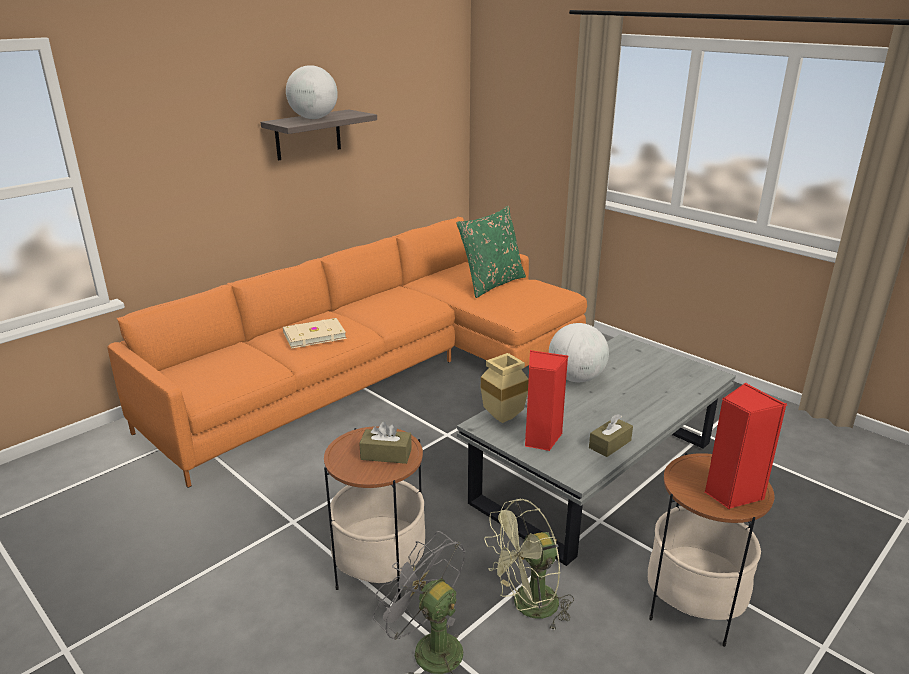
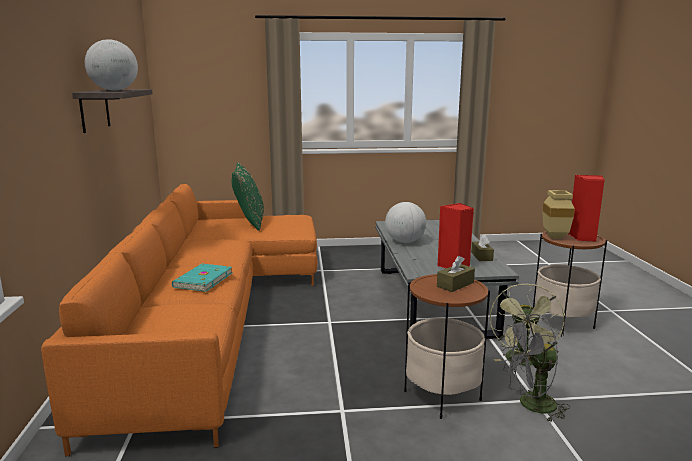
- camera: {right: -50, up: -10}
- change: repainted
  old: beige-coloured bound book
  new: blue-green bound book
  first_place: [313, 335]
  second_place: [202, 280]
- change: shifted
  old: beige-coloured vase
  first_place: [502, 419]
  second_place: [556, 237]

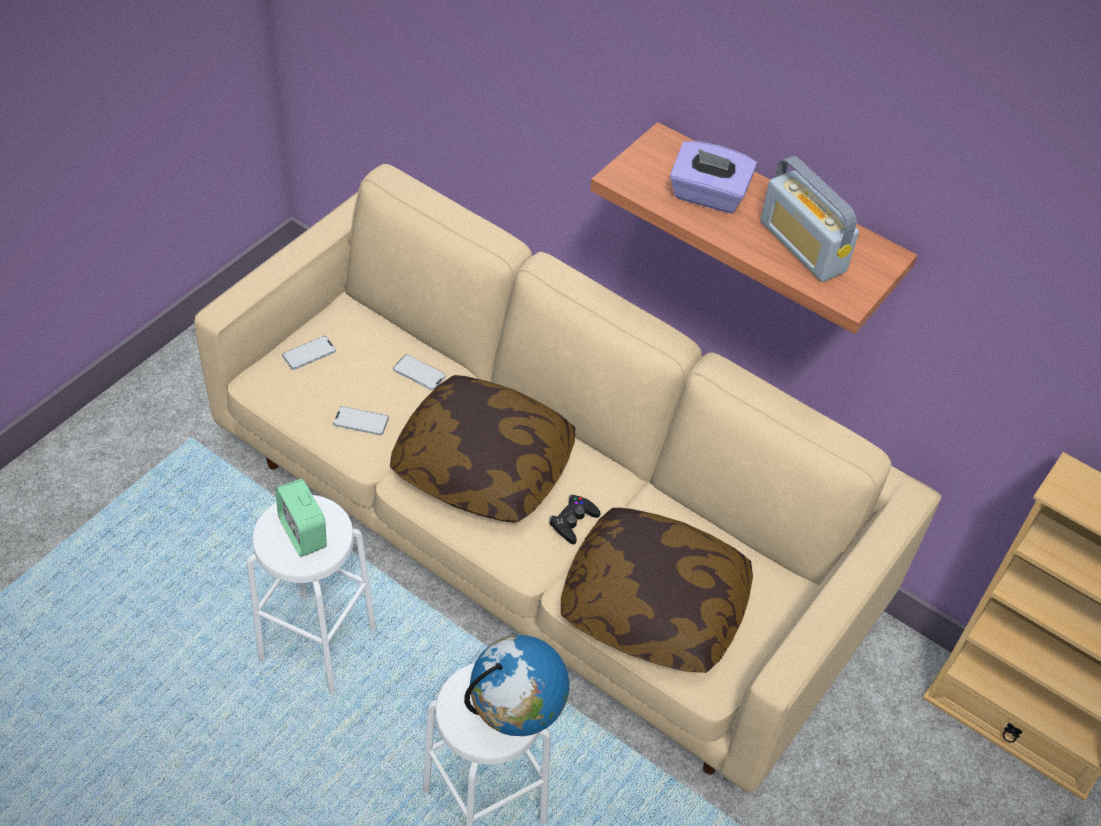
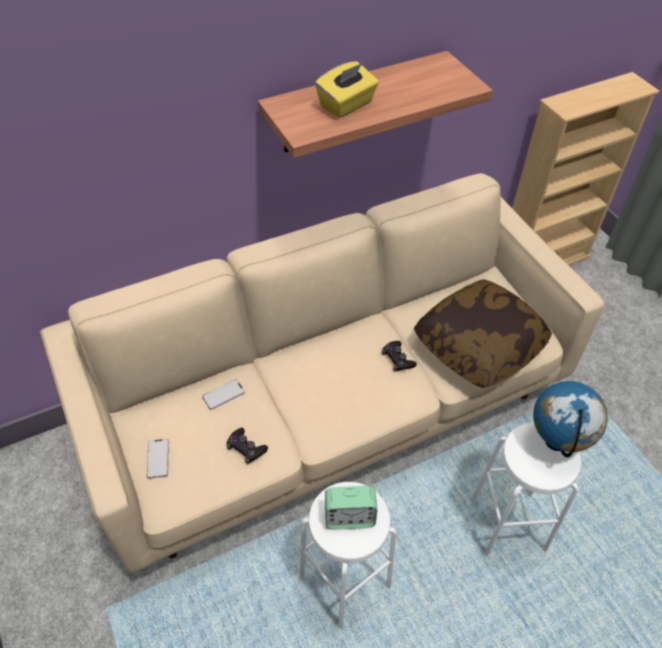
- camera: {right: -60, up: 0}
- change: repainted
  old: purplish tissue holder
  new: yellow tissue holder
  first_place: [708, 196]
  second_place: [347, 105]
- change: gone
  old: radio receiver
  first_place: [802, 246]
- change: gone
  old: cushion
  first_place: [483, 466]
- change: swapped
  old: handset
  new: blackish joypad
  first_place: [361, 421]
  second_place: [246, 448]

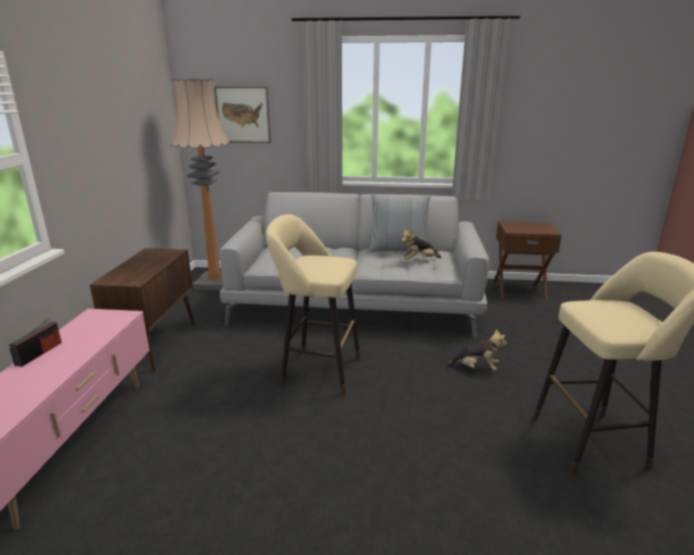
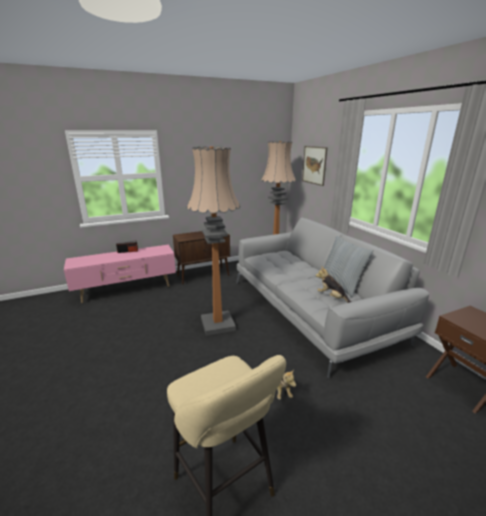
- camera: {right: 60, up: 0}
- change: swapped
  old: beige-coloured sitting stool
  new: standard lamp
  first_place: [316, 371]
  second_place: [218, 324]

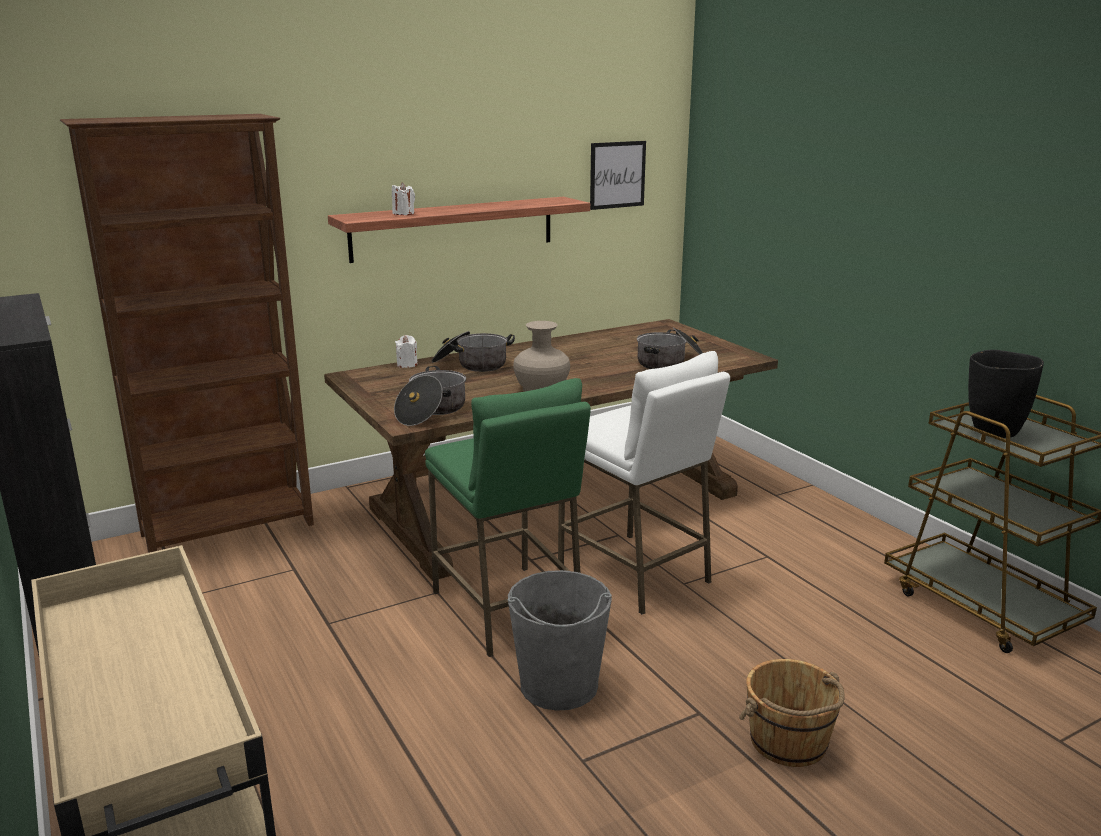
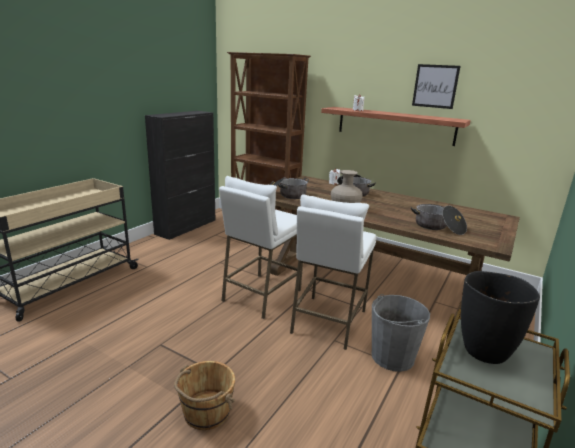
- camera: {right: 60, up: 0}
- change: shifted
  old: wall picture
  first_place: [617, 175]
  second_place: [435, 86]
- change: repainted
  old: greenish sitting stool
  new: white-coloured sitting stool
  first_place: [507, 610]
  second_place: [261, 295]
- change: shifted
  old: greyish water bucket
  first_place: [559, 685]
  second_place: [392, 357]

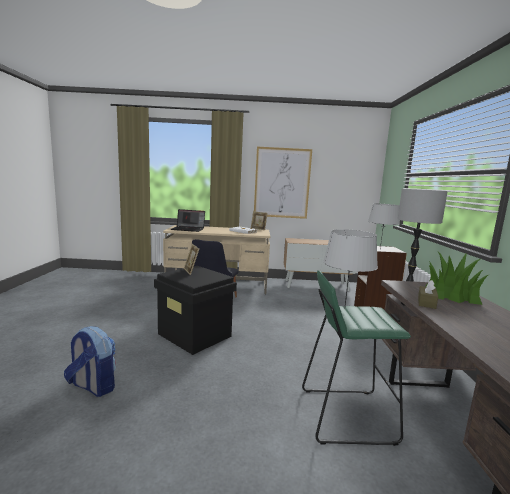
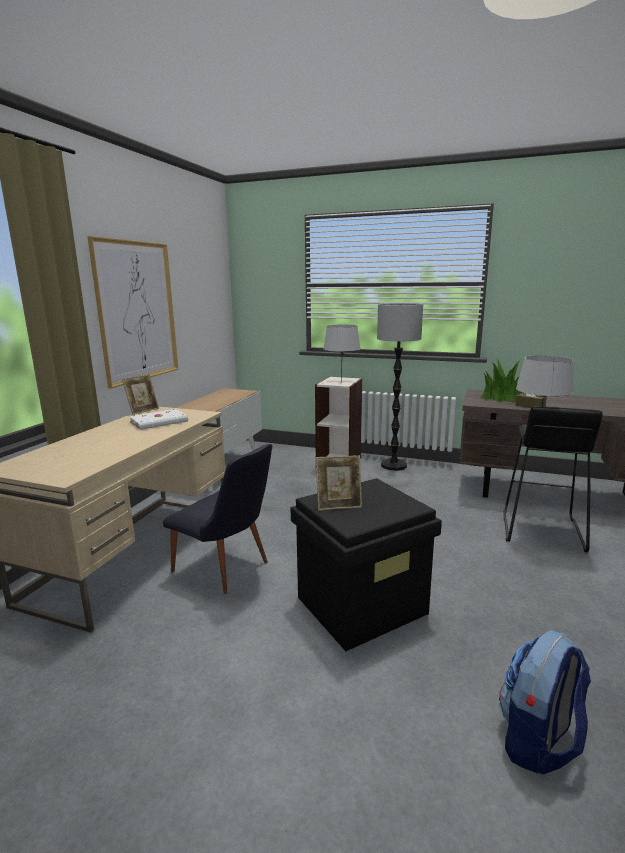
- camera: {right: -70, up: 5}
- change: gone
  old: laptop
  first_place: [188, 229]
- change: repainted
  old: greenish sitting stool
  new: blackish sitting stool
  first_place: [345, 414]
  second_place: [541, 530]

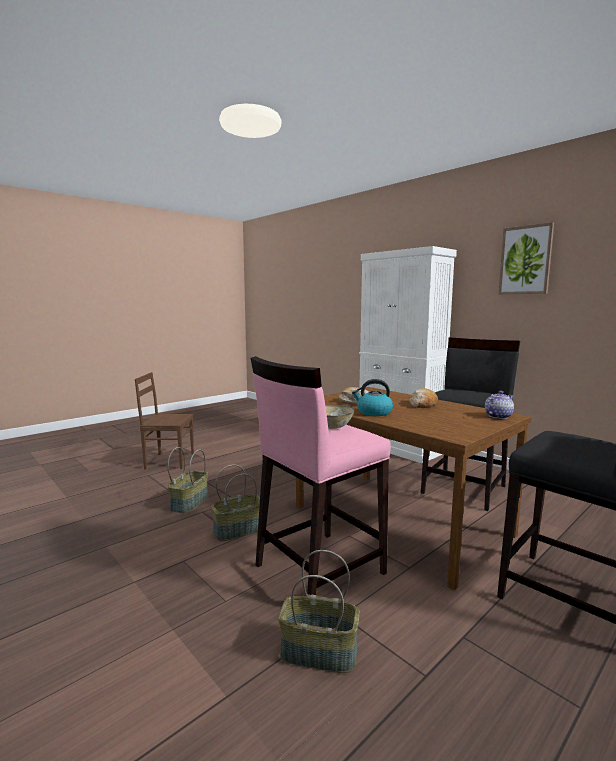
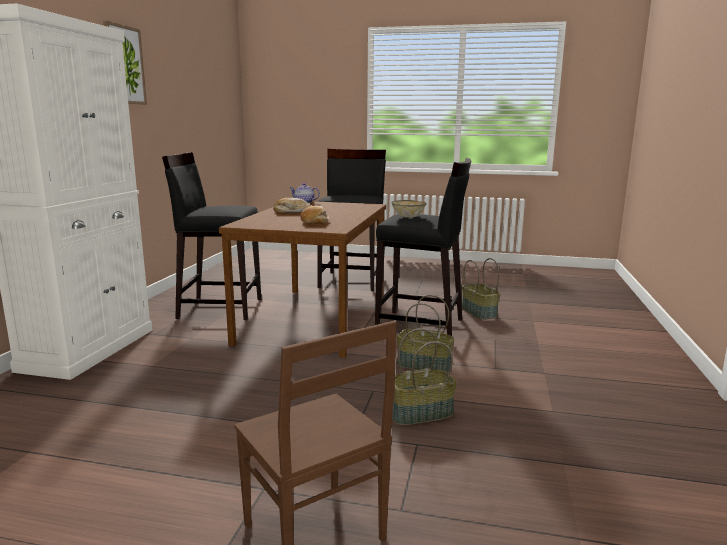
- camera: {right: -125, up: 5}
- change: repainted
  old: pink-coloured sitting stool
  new: blackish sitting stool
  first_place: [318, 569]
  second_place: [421, 327]
- change: gone
  old: tea kettle
  first_place: [373, 412]

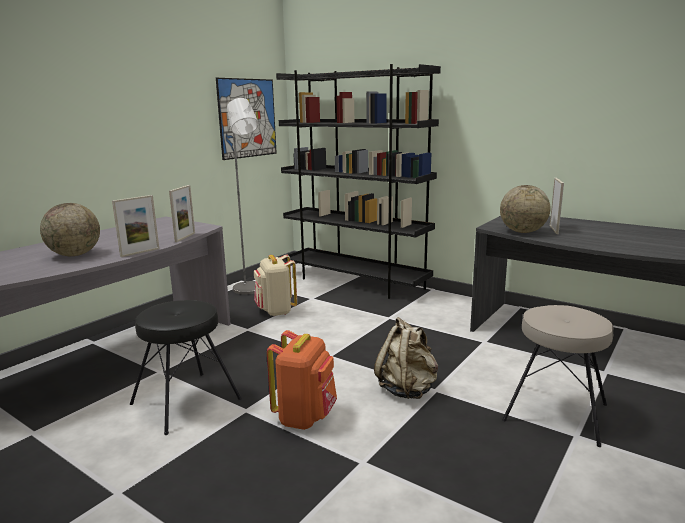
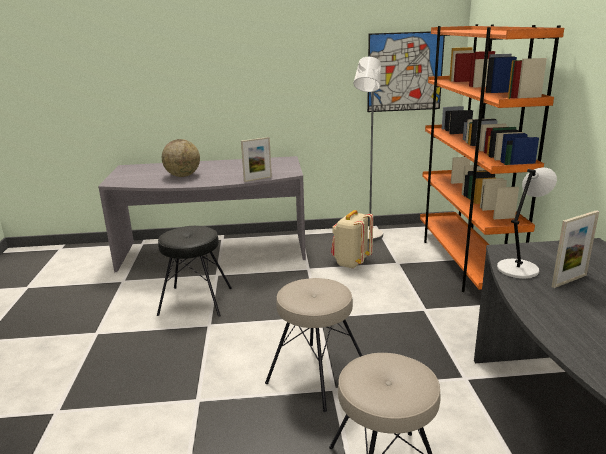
- camera: {right: 50, up: 5}
- change: repainted
  old: blackish shelving unit
  new: orange shelving unit
  first_place: [356, 282]
  second_place: [464, 263]
- change: swapped
  old: desk globe
  new: greyish table lamp
  first_place: [522, 232]
  second_place: [519, 268]
- change: gone
  old: standing frame
  first_place: [140, 252]
- change: swapped
  old: beige-coloured rucksack
  new: beige-coloured sitting stool
  first_place: [407, 389]
  second_place: [316, 374]
- change: gone
  old: orange rucksack
  first_place: [305, 417]

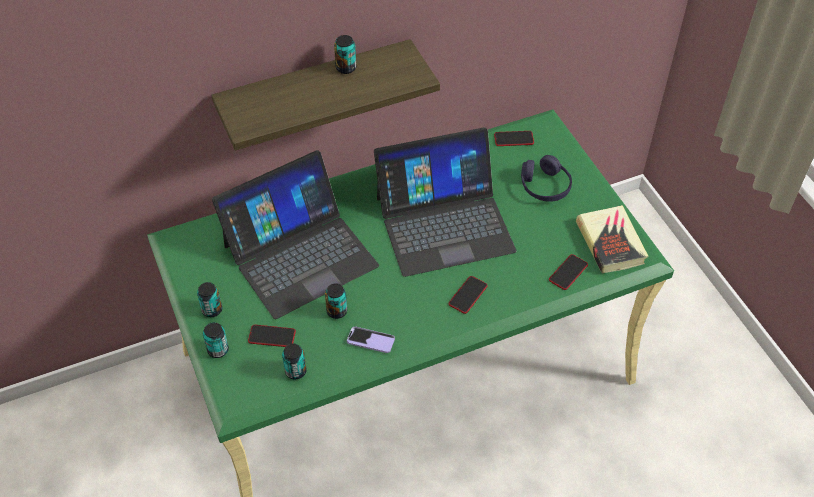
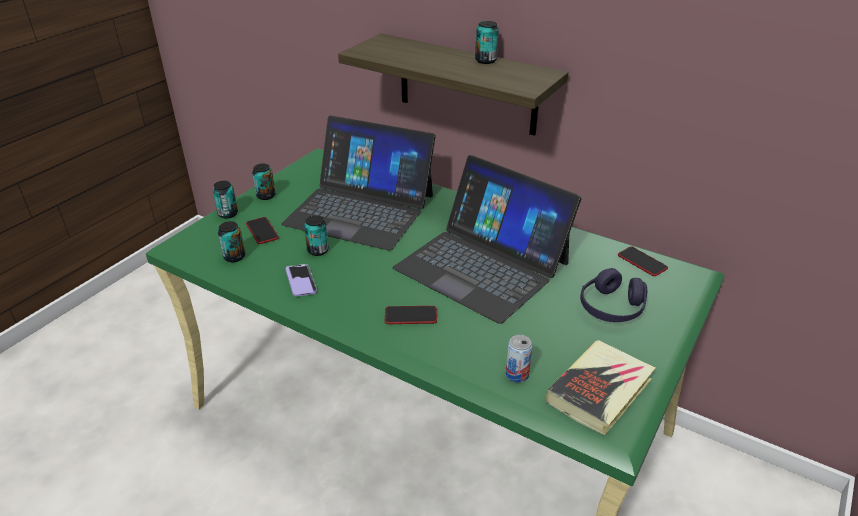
- camera: {right: 55, up: -15}
- change: swapped
  old: handset
  new: sealed can
  first_place: [568, 272]
  second_place: [517, 374]

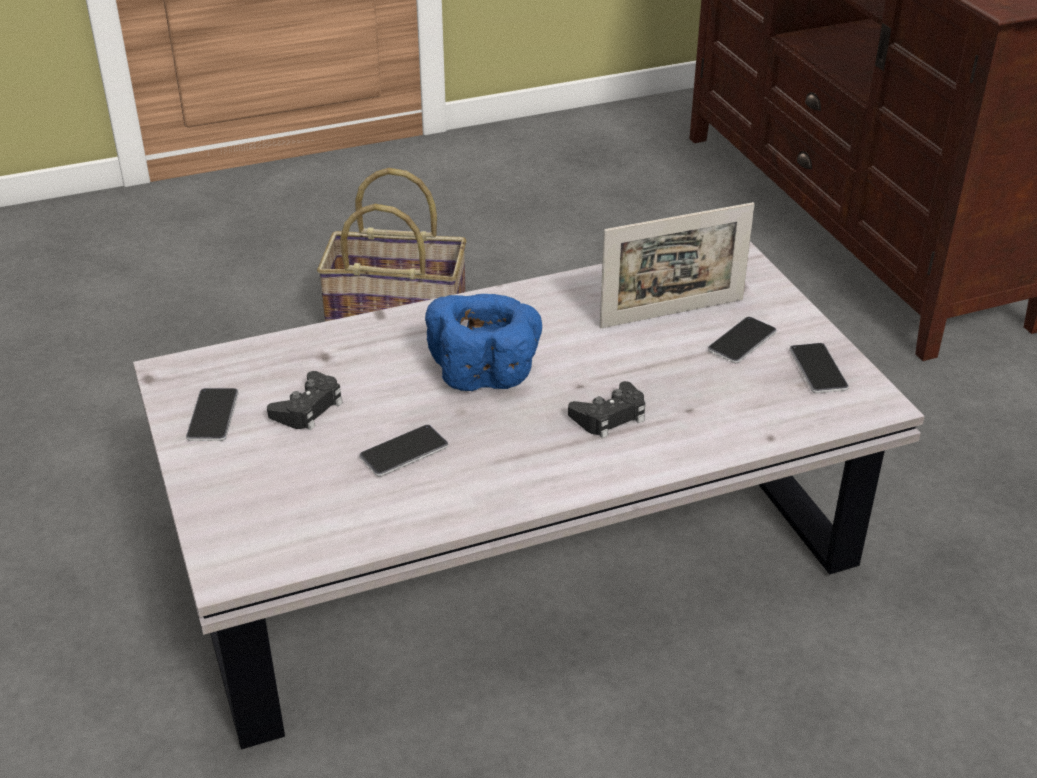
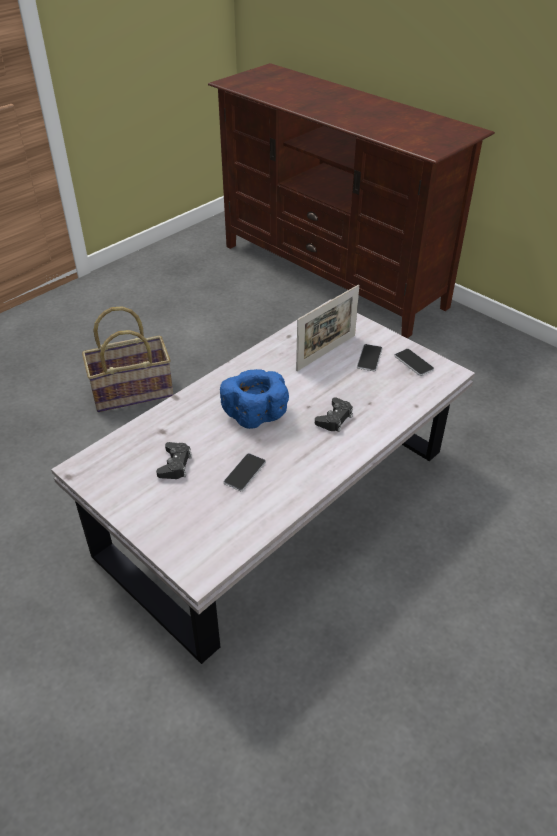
- camera: {right: -25, up: 5}
- change: gone
  old: handset
  first_place: [213, 416]

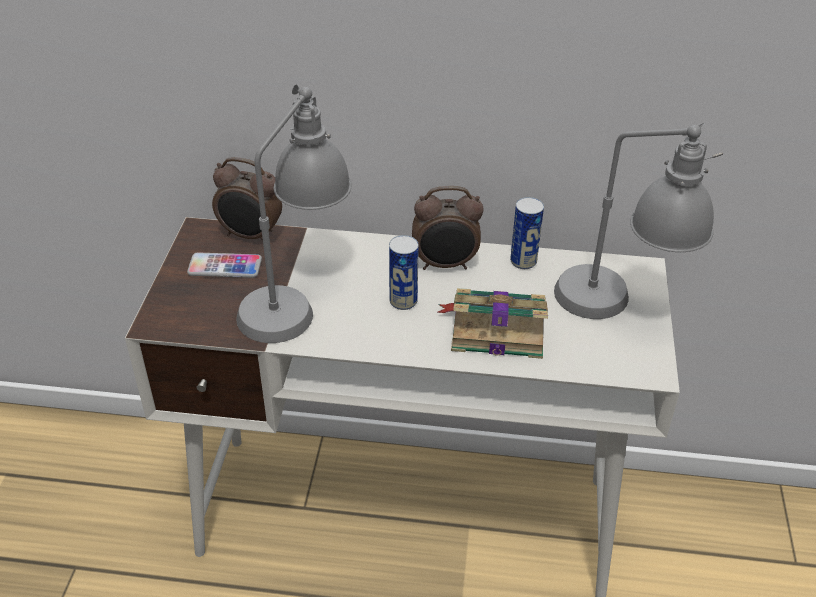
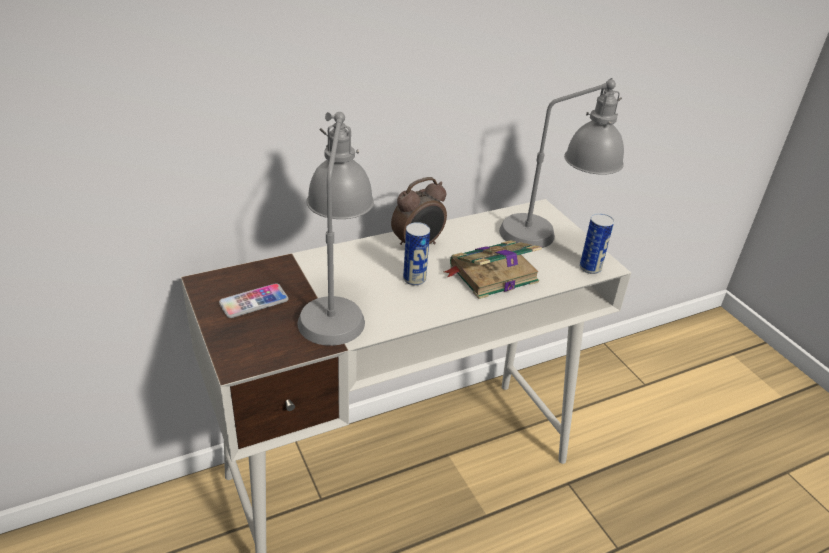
- camera: {right: -35, up: -5}
- change: gone
  old: bedside clock
  first_place: [250, 236]
- change: shifted
  old: sealed can
  first_place: [523, 261]
  second_place: [590, 268]

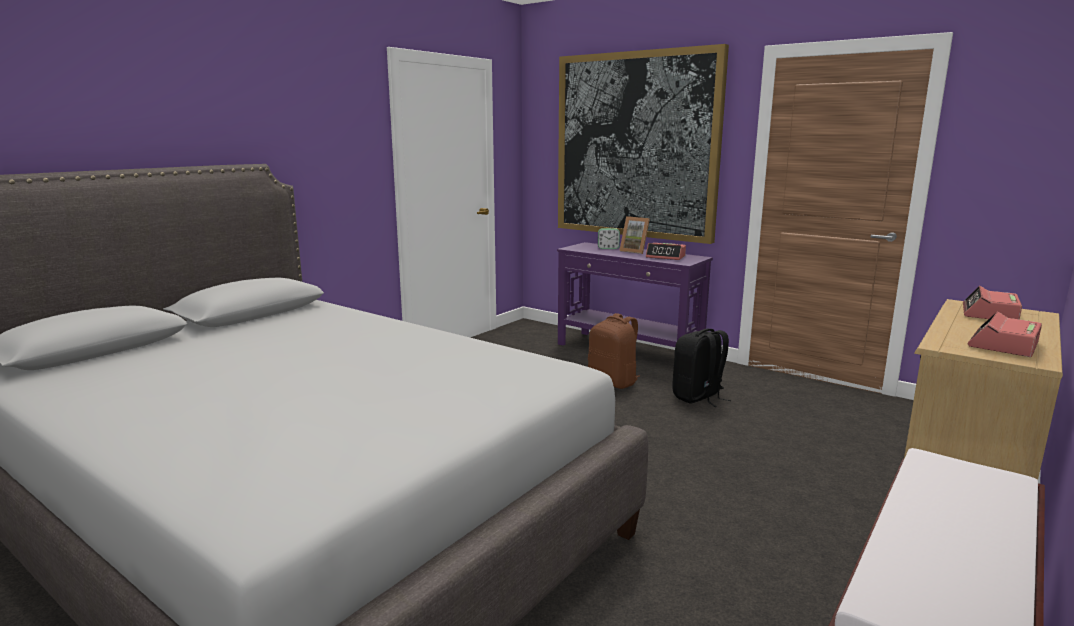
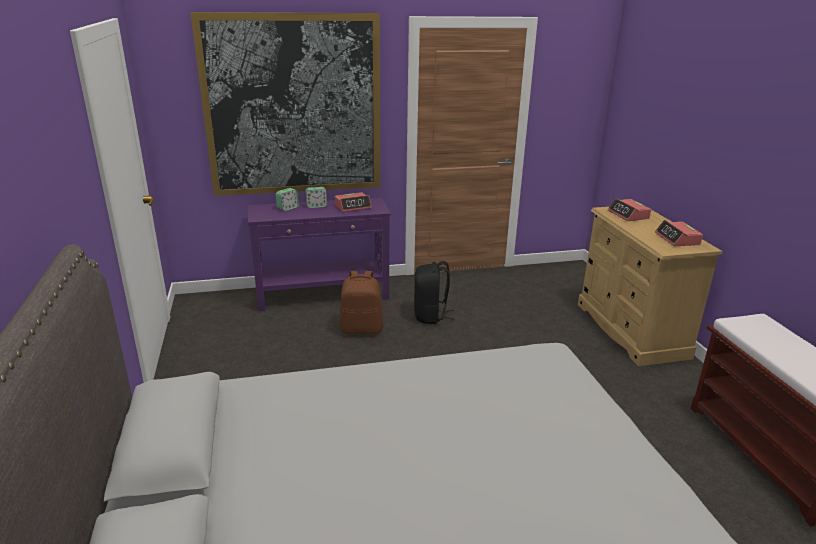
- camera: {right: -50, up: 10}
- change: swapped
  old: standing frame
  new: bedside clock
  first_place: [635, 251]
  second_place: [316, 206]

